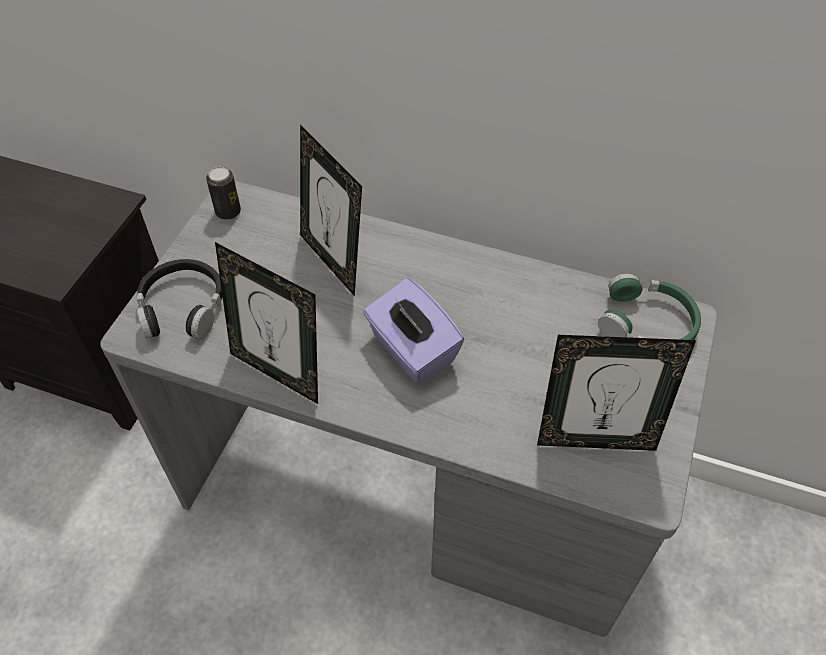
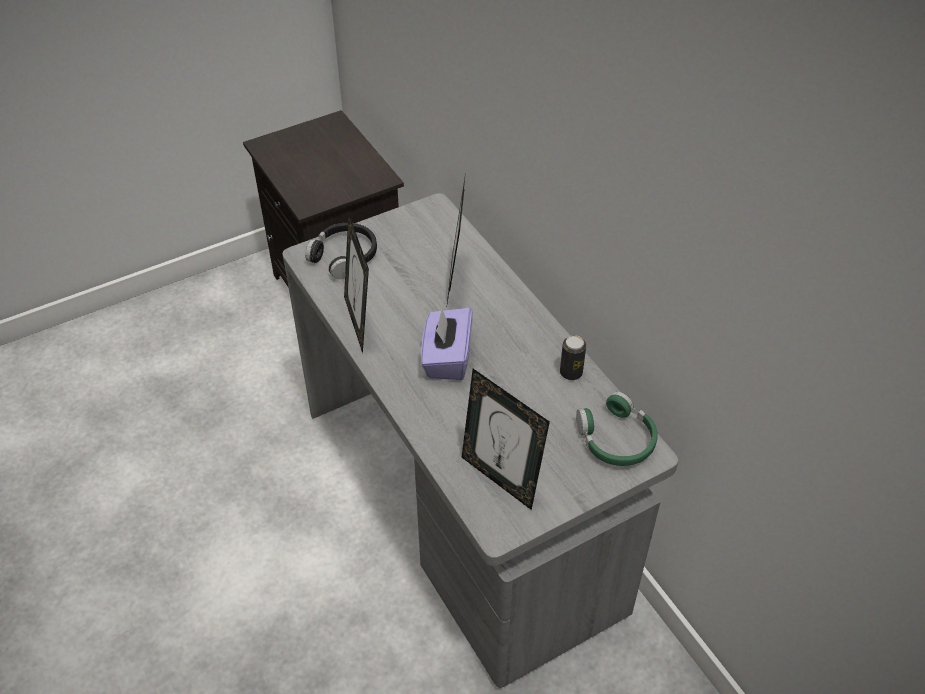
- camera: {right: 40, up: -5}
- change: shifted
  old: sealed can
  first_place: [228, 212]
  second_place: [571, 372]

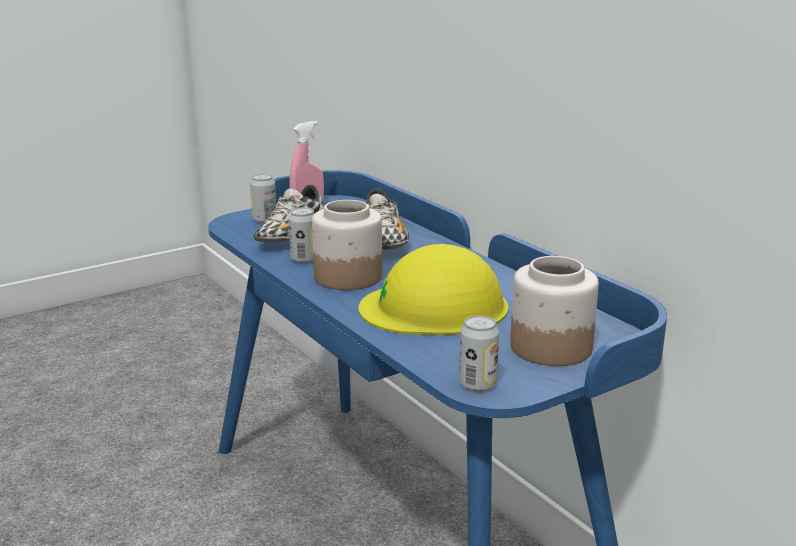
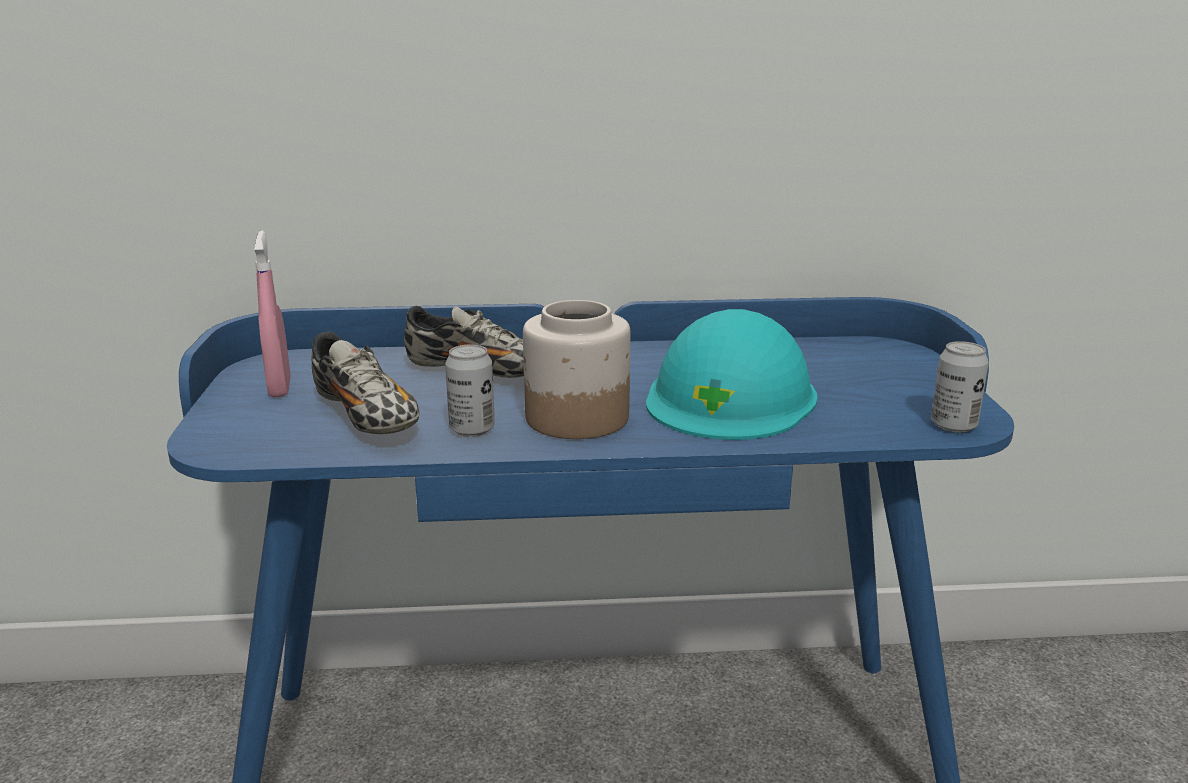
- camera: {right: -60, up: 0}
- change: gone
  old: sealed can
  first_place: [264, 220]
- change: repainted
  old: yellow safety helmet
  new: blue-green safety helmet
  first_place: [435, 308]
  second_place: [731, 397]
- change: gone
  old: preserve jar
  first_place: [549, 347]

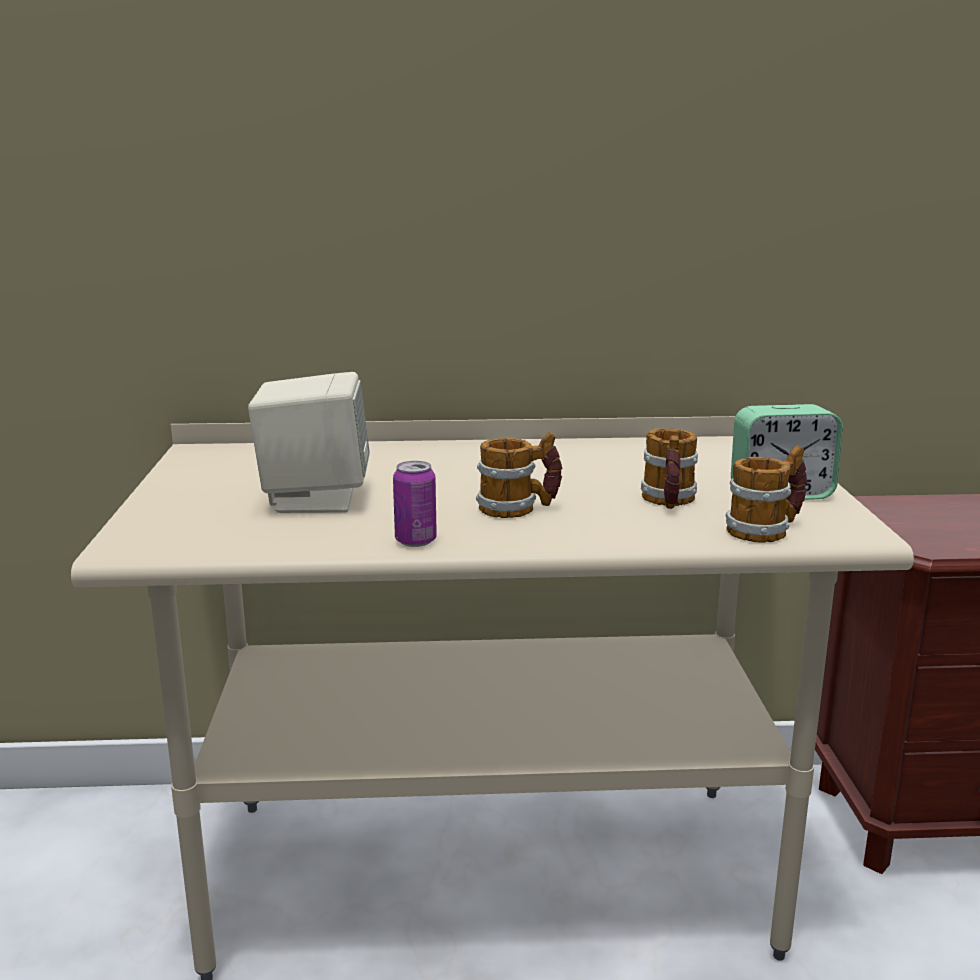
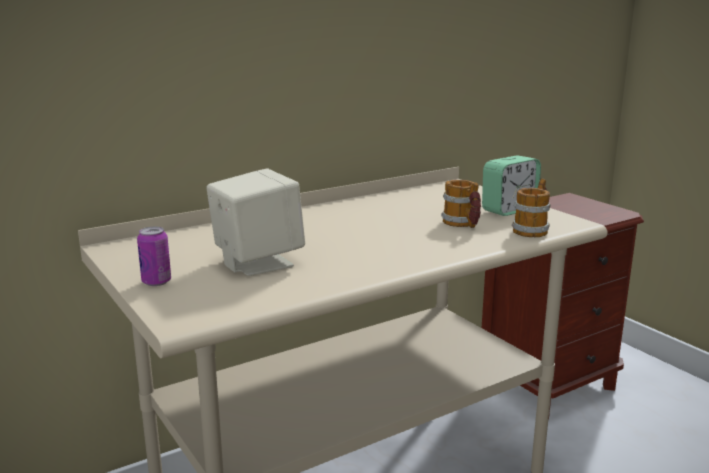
- camera: {right: -30, up: 0}
- change: gone
  old: mug
  first_place: [518, 508]
- change: shifted
  old: sealed can
  first_place: [415, 541]
  second_place: [156, 282]

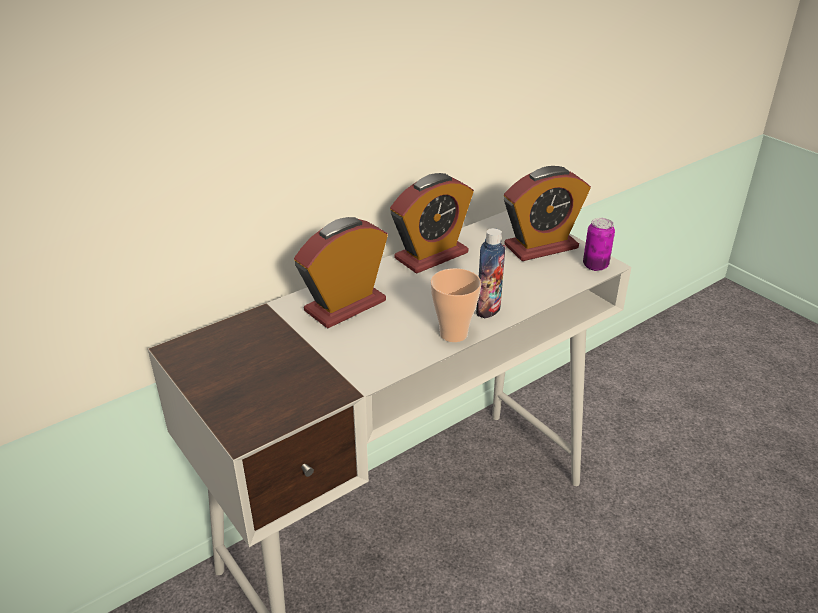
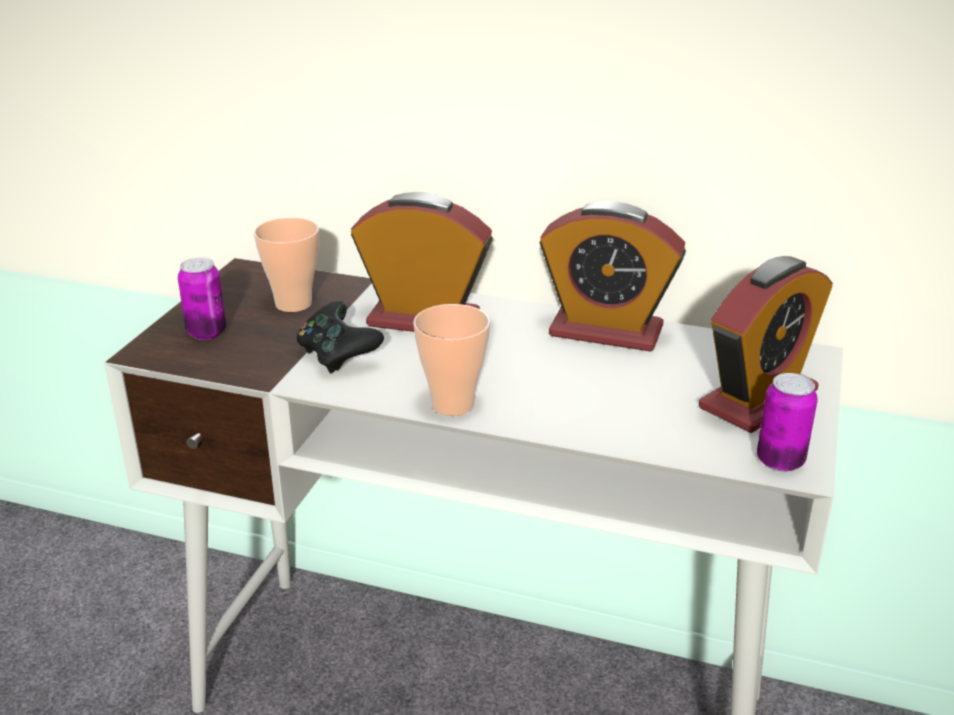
- camera: {right: 55, up: -5}
- change: rotated
  old: bedside clock
  first_place: [541, 247]
  second_place: [758, 399]
  degrees: -75
- change: gone
  old: beverage bottle
  first_place: [488, 309]
- change: new
  new: drinking cup
  second_place: [293, 304]
- change: new
  new: sealed can
  second_place: [206, 332]
- change: new
  new: blackish joypad
  second_place: [338, 356]

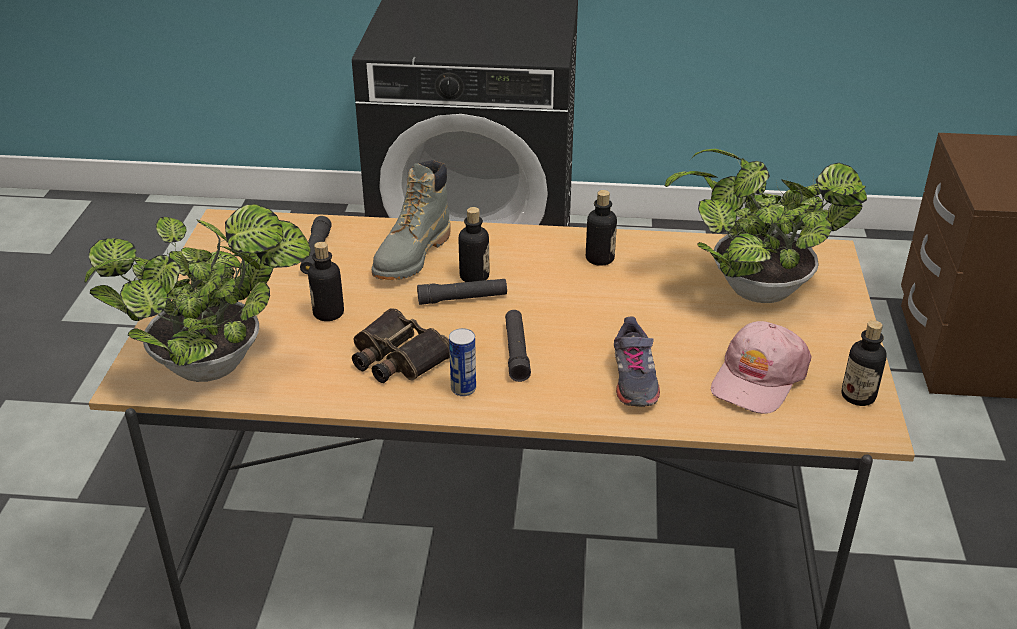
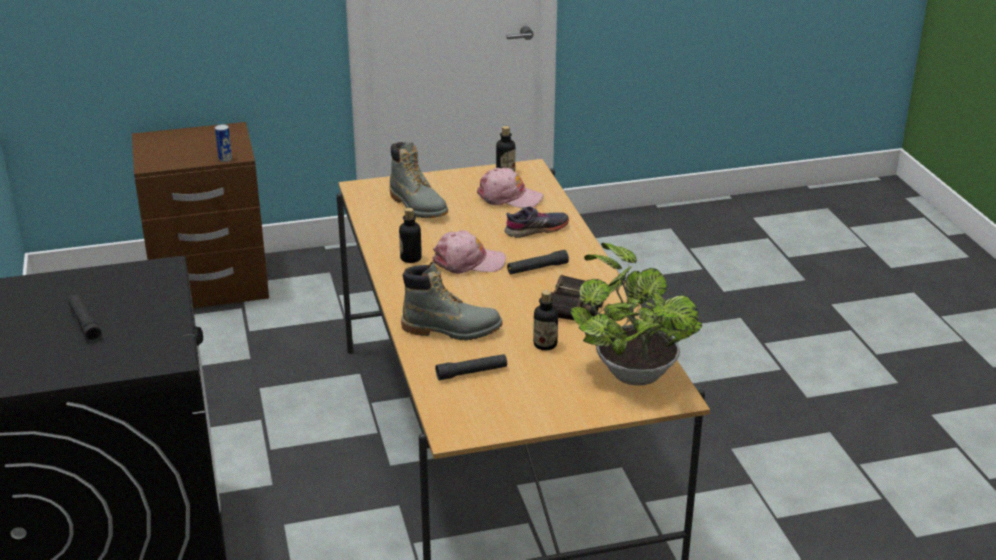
- camera: {right: -110, up: -5}
- change: swapped
  old: houseplant
  new: greyish high-top boot
  first_place: [751, 289]
  second_place: [418, 206]
- change: gone
  old: beverage bottle
  first_place: [474, 276]
- change: shifted
  old: blackish flashlight
  first_place: [462, 298]
  second_place: [84, 323]
- change: shifted
  old: sealed can
  first_place: [463, 389]
  second_place: [225, 159]
- change: new
  new: pink-coloured peaked cap
  second_place: [468, 262]

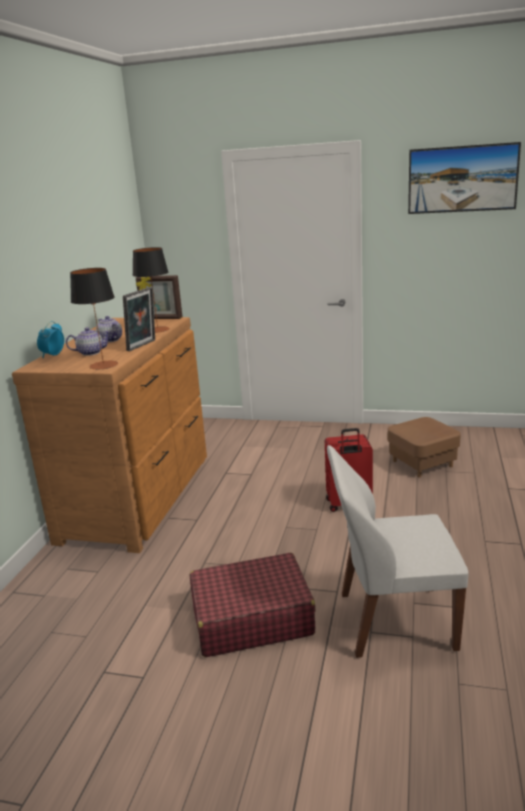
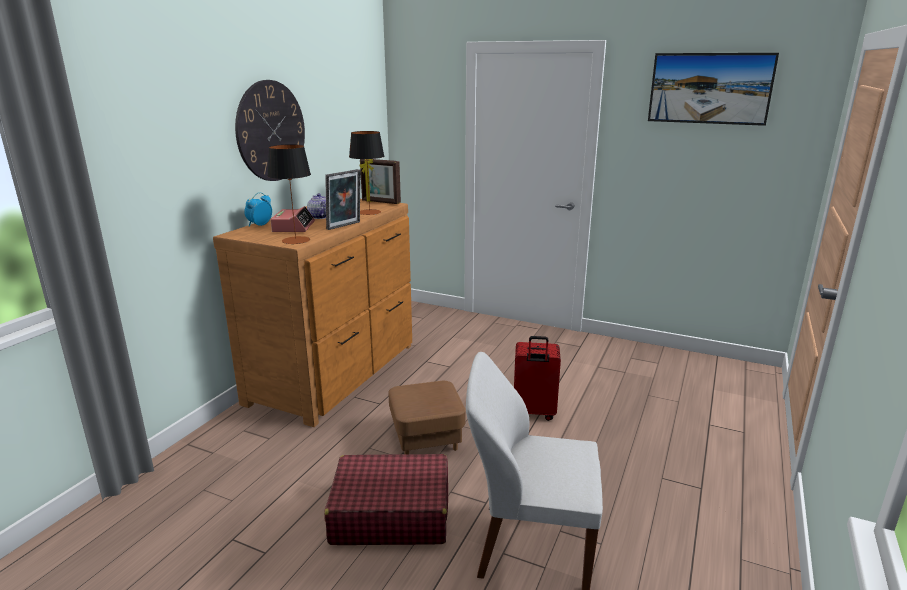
- camera: {right: 10, up: 0}
- change: swapped
  old: tea pot
  new: bedside clock
  first_place: [90, 353]
  second_place: [293, 227]
- change: shifted
  old: brownish pouffe
  first_place: [422, 463]
  second_place: [426, 438]
- change: new
  new: wall clock
  second_place: [271, 131]

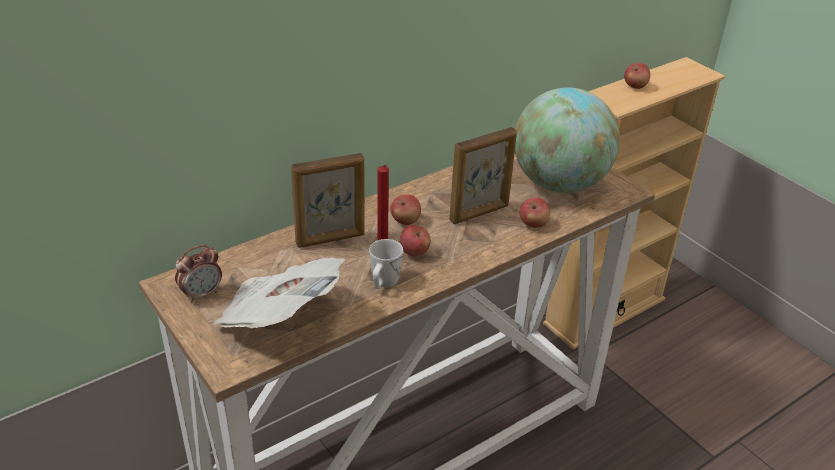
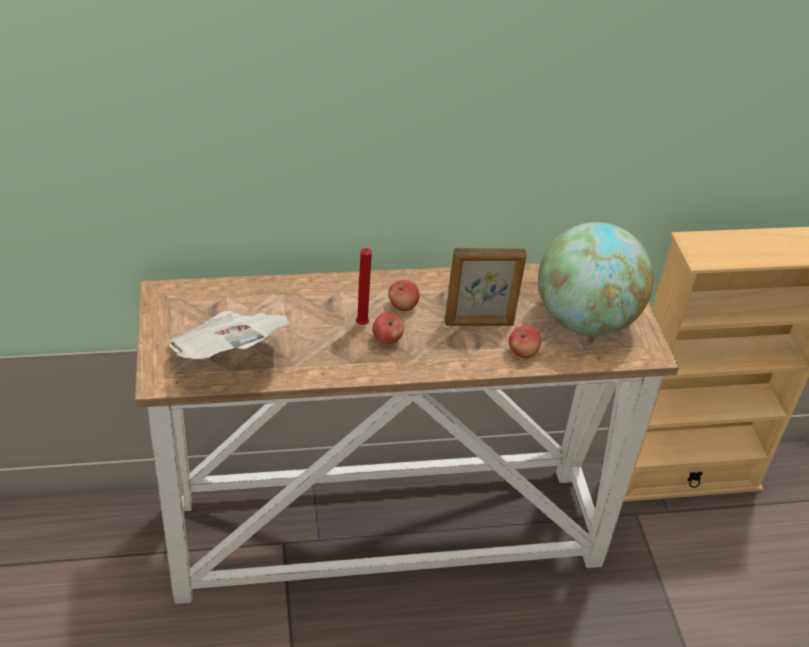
- camera: {right: 25, up: 5}
- change: gone
  old: whole apple
  first_place: [635, 86]
- change: gone
  old: standing frame
  first_place: [331, 239]
- change: gone
  old: white-coloured mug
  first_place: [383, 283]
- change: gone
  old: bedside clock
  first_place: [202, 294]

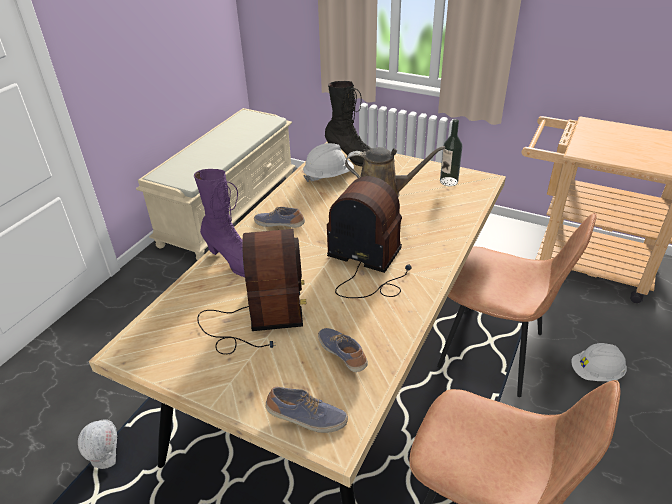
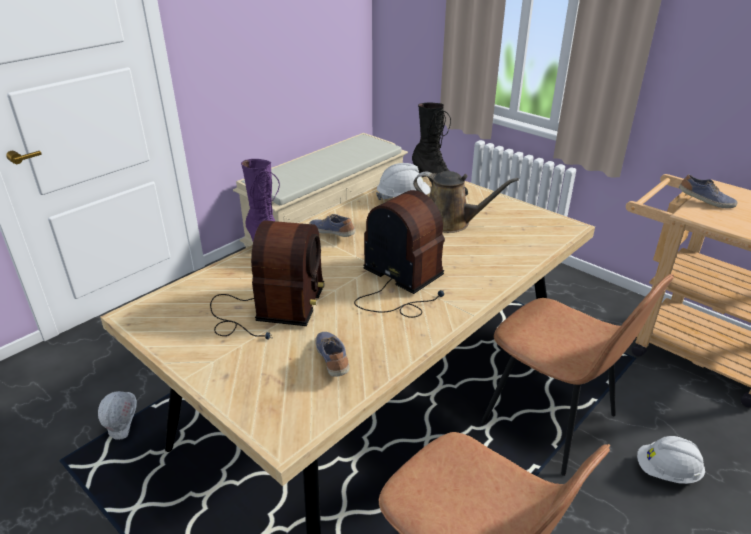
- camera: {right: 15, up: -5}
- change: gone
  old: beverage bottle
  first_place: [448, 181]
- change: shifted
  old: shoe
  first_place: [306, 418]
  second_place: [705, 201]

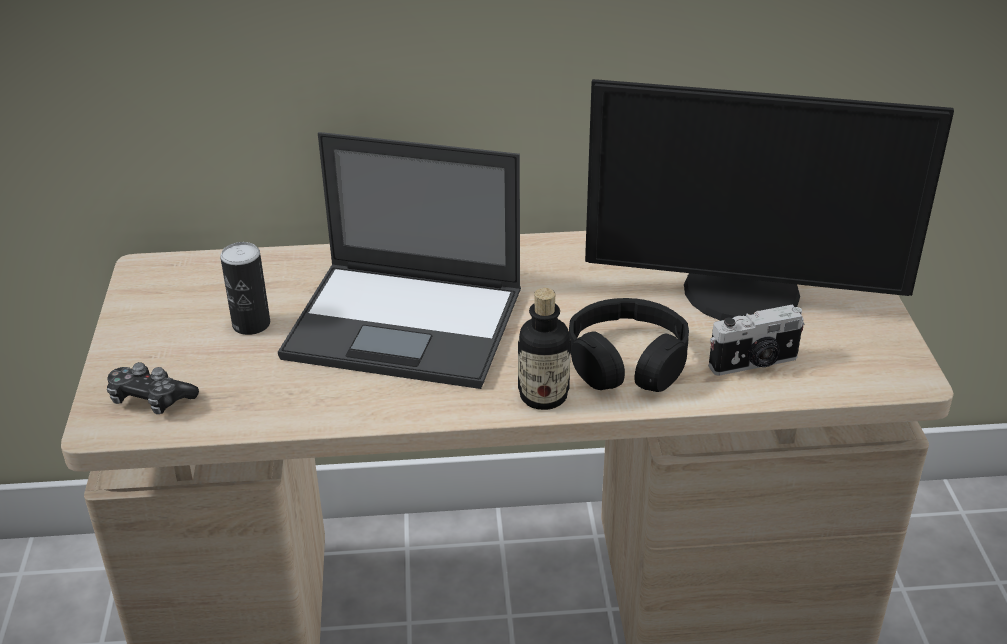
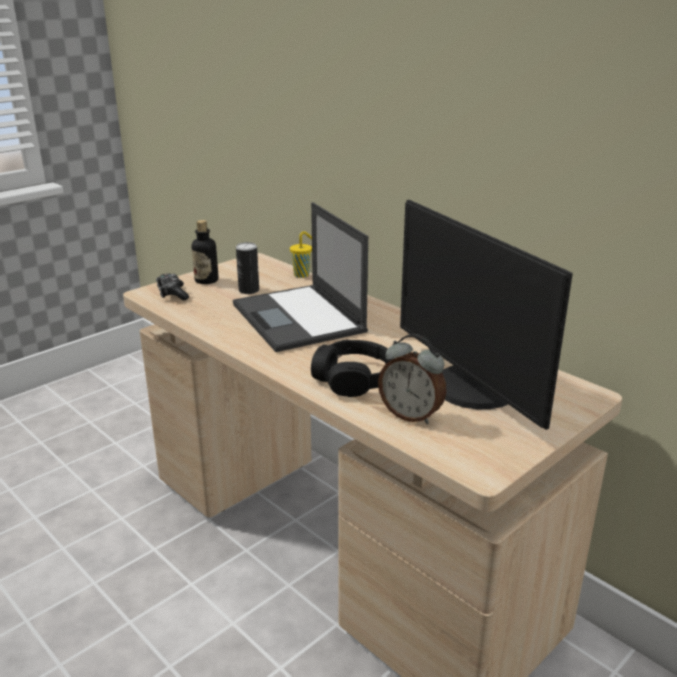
- camera: {right: 50, up: -10}
- change: shifted
  old: beverage bottle
  first_place: [543, 396]
  second_place: [206, 280]
- change: swapped
  old: still camera
  new: bedside clock
  first_place: [754, 363]
  second_place: [411, 415]
- change: new
  new: yellow drinking cup
  second_place: [302, 275]

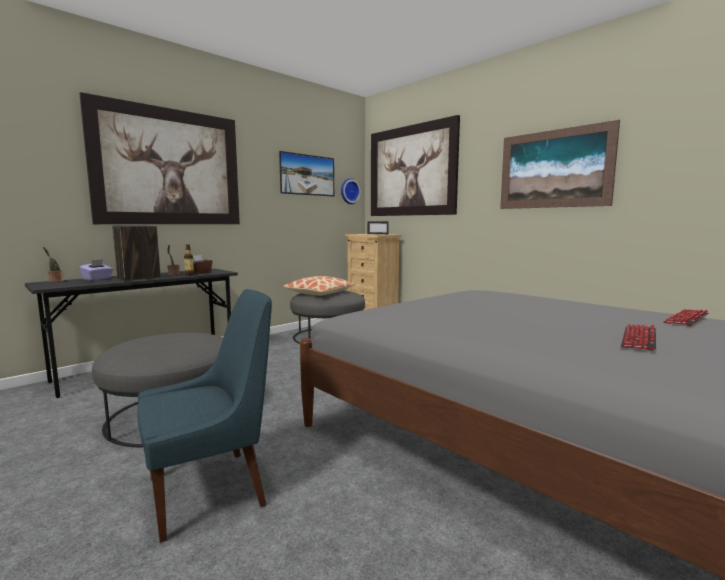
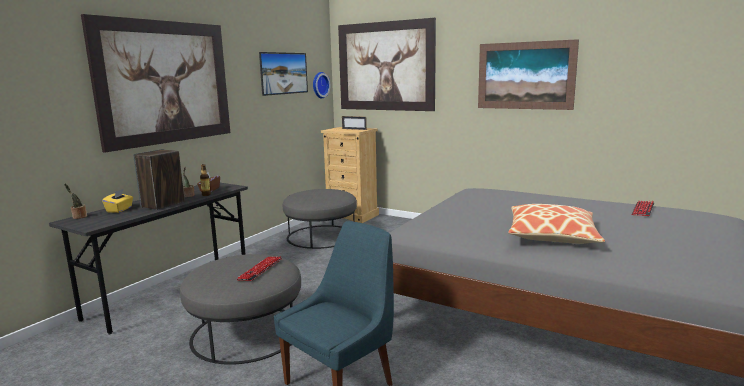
- camera: {right: -15, up: 5}
- change: repainted
  old: purplish tissue holder
  new: yellow tissue holder
  first_place: [97, 279]
  second_place: [120, 210]
- change: shifted
  old: cushion
  first_place: [319, 293]
  second_place: [552, 235]
- change: shifted
  old: keyboard
  first_place: [639, 339]
  second_place: [260, 270]

